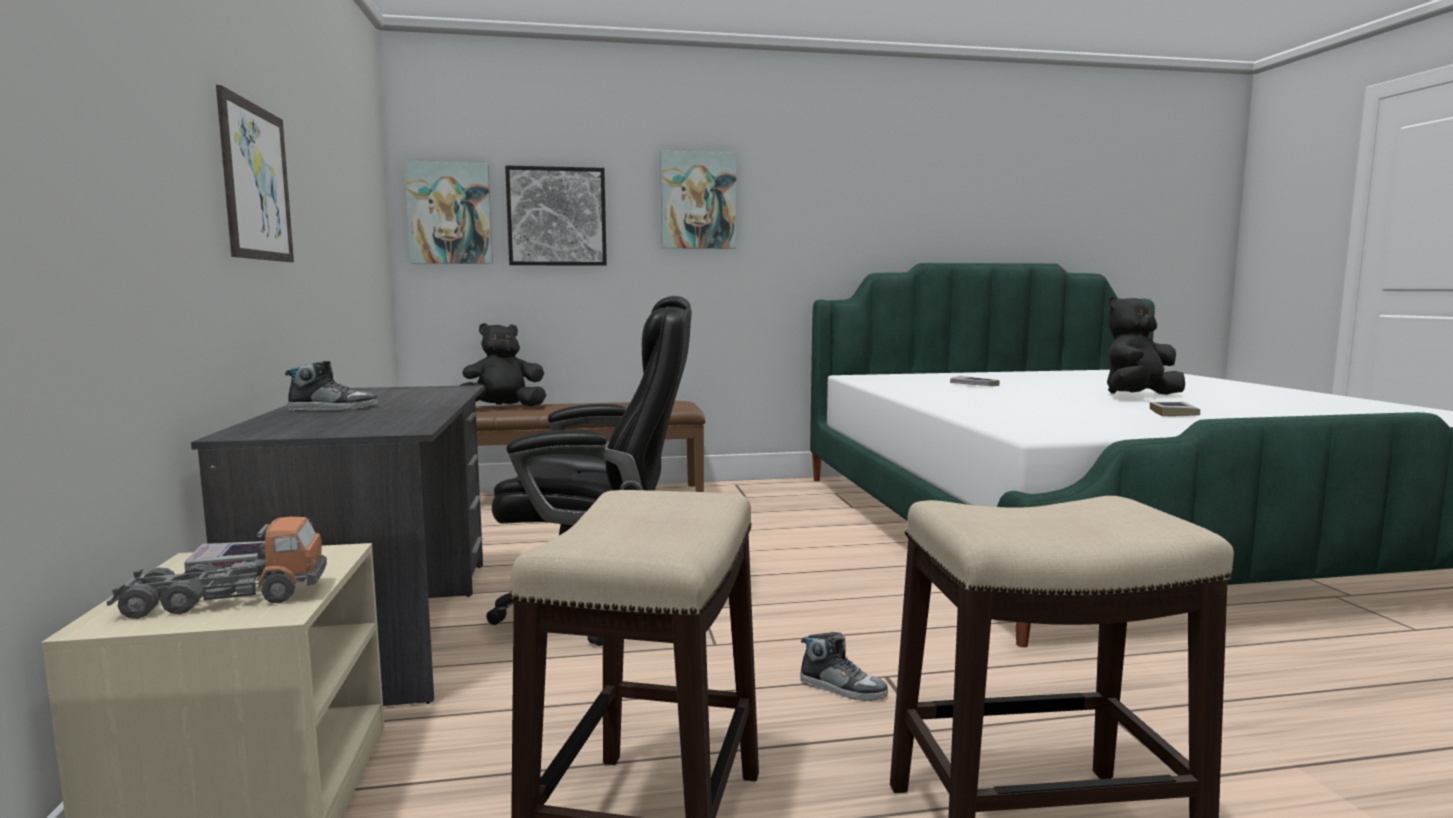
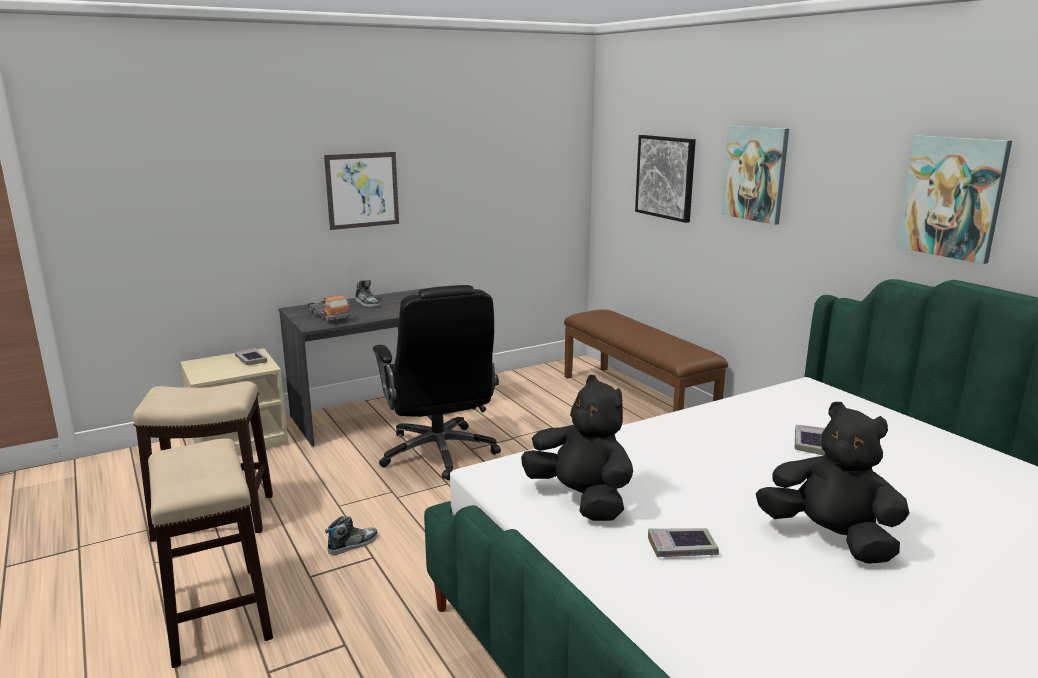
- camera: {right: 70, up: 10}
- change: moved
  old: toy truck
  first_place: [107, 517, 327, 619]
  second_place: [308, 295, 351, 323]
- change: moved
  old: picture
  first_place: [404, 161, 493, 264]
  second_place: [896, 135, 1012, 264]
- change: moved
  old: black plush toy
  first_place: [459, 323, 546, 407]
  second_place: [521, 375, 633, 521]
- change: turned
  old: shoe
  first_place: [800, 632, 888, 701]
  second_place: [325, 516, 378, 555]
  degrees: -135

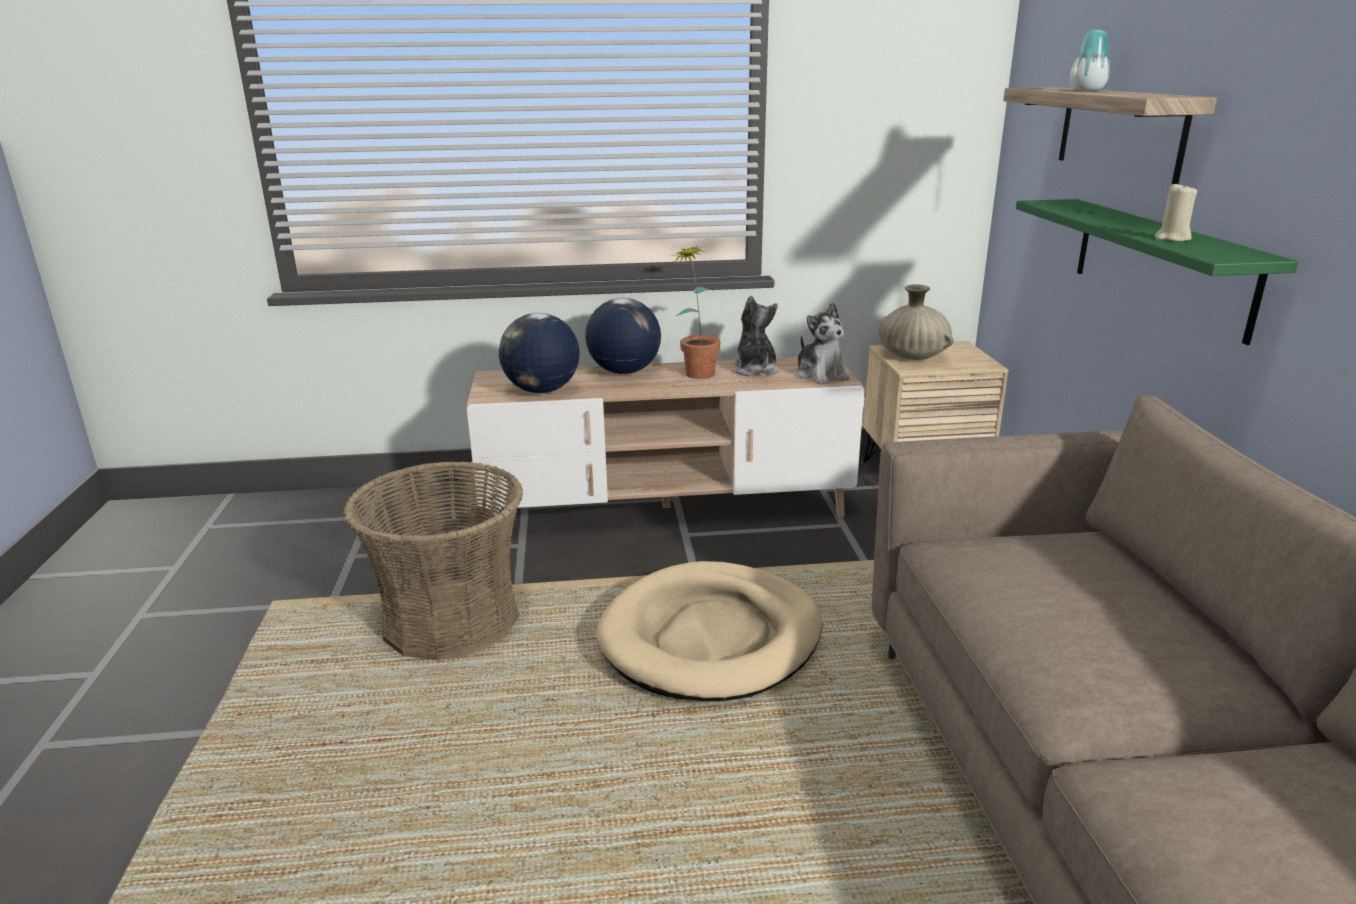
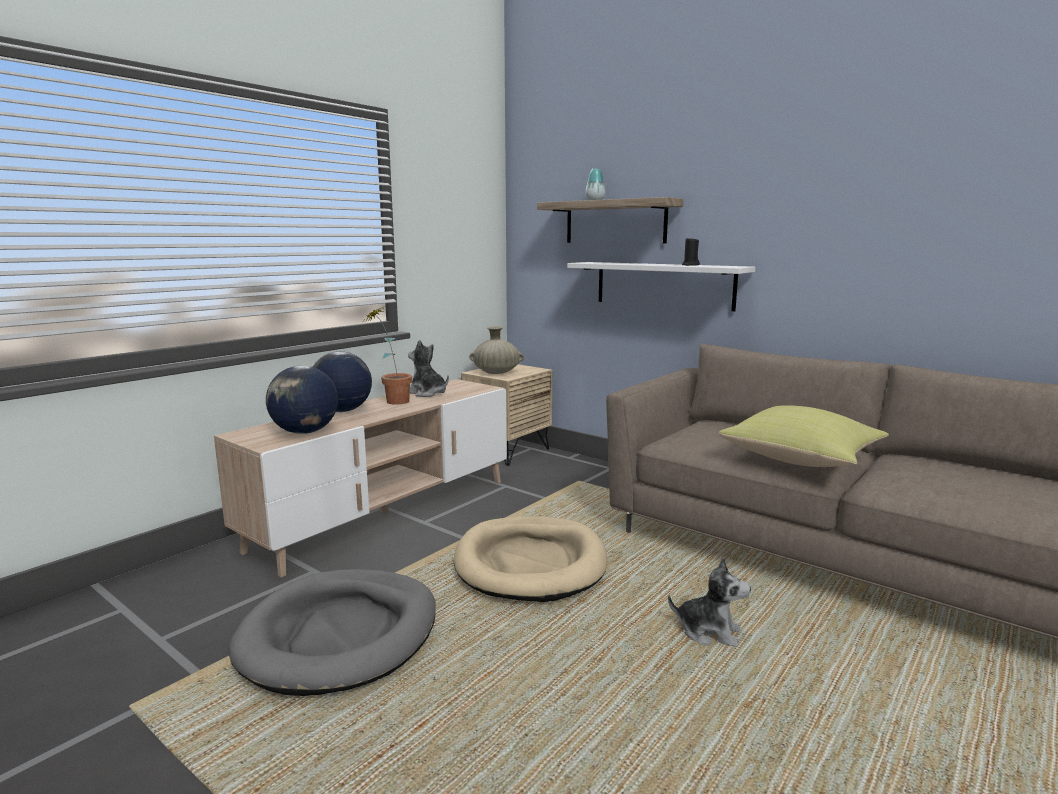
- camera: {right: -45, up: -10}
- change: replaced
  old: basket
  new: grey dog bed
  first_place: [343, 461, 523, 661]
  second_place: [228, 569, 436, 696]
- change: moved
  old: plush toy
  first_place: [796, 302, 849, 385]
  second_place: [668, 557, 751, 647]
- change: recoloured
  old: green shelf
  new: white shelf
  first_place: [1016, 199, 1298, 345]
  second_place: [567, 262, 755, 311]
- change: recoloured
  old: beige candle
  new: black candle
  first_place: [1155, 182, 1197, 241]
  second_place: [682, 237, 700, 266]
- change: added
  new: yellow pillow
  second_place: [718, 405, 889, 467]

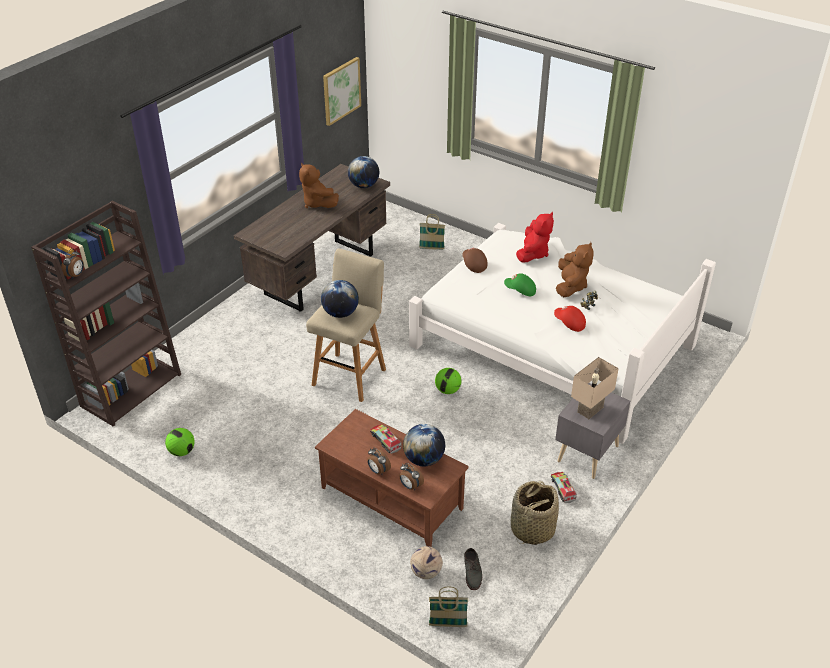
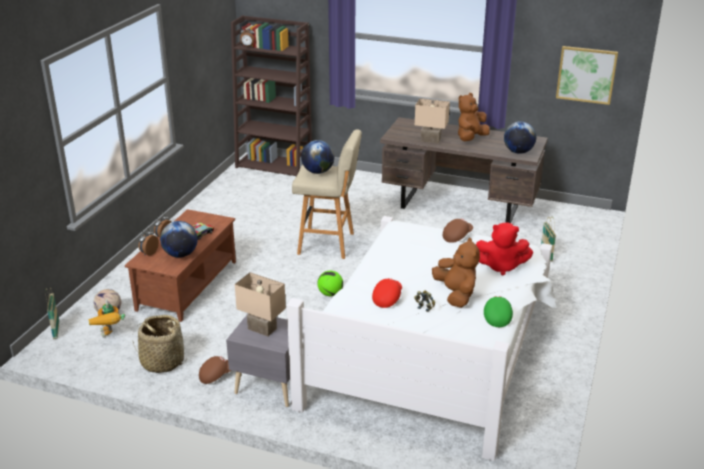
- camera: {right: 75, up: -10}
- change: removed
  old: football
  first_place: [165, 428, 195, 456]
- change: replaced
  old: grey shoe
  new: toy robot
  first_place: [464, 548, 482, 590]
  second_place: [89, 299, 125, 338]
- change: moved
  old: green cap
  first_place: [504, 273, 536, 296]
  second_place: [484, 296, 513, 327]
- change: replaced
  old: toy truck
  new: brown cap
  first_place: [551, 472, 577, 503]
  second_place: [199, 356, 232, 384]
- change: turned
  old: brown plush toy
  first_place: [556, 242, 594, 297]
  second_place: [432, 237, 480, 308]
  degrees: -105
- change: added
  new: beige table lamp
  second_place: [415, 98, 450, 144]

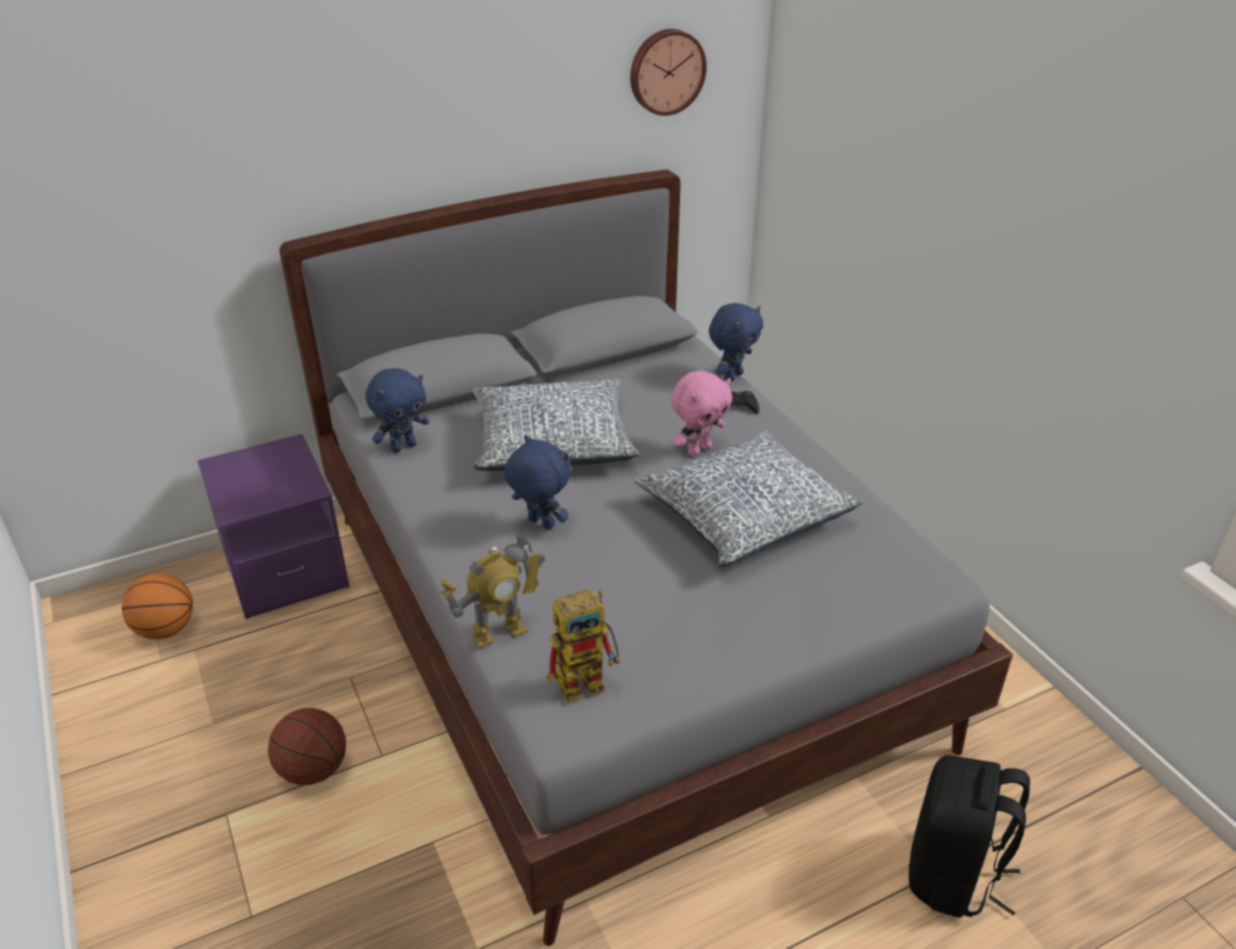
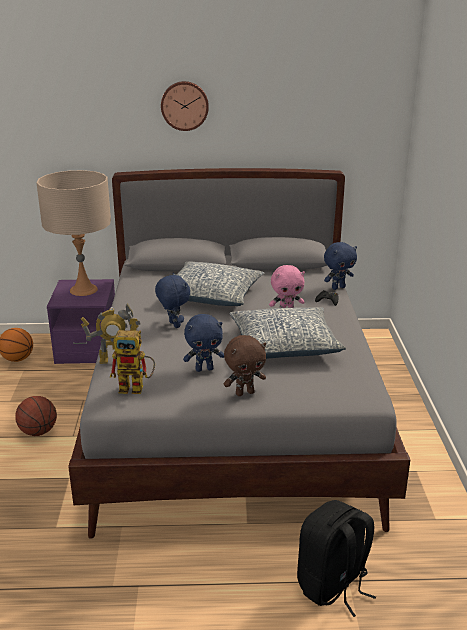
- camera: {right: 25, up: -10}
- change: moved
  old: blue plush toy
  first_place: [365, 368, 429, 453]
  second_place: [183, 314, 224, 372]
- change: moved
  old: wall clock
  first_place: [630, 29, 707, 116]
  second_place: [161, 81, 209, 131]
- change: added
  new: beige table lamp
  second_place: [36, 170, 111, 296]
- change: added
  new: brown plush toy
  second_place: [224, 335, 266, 396]

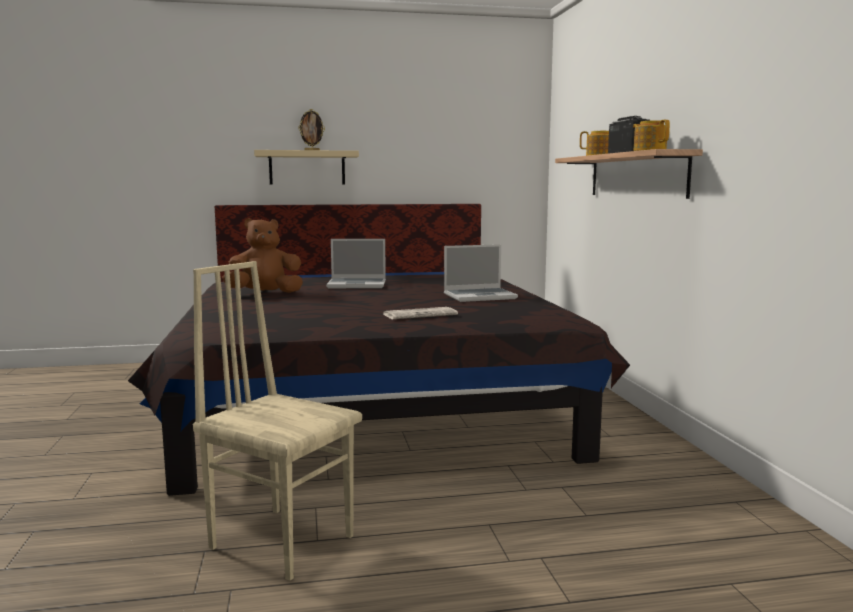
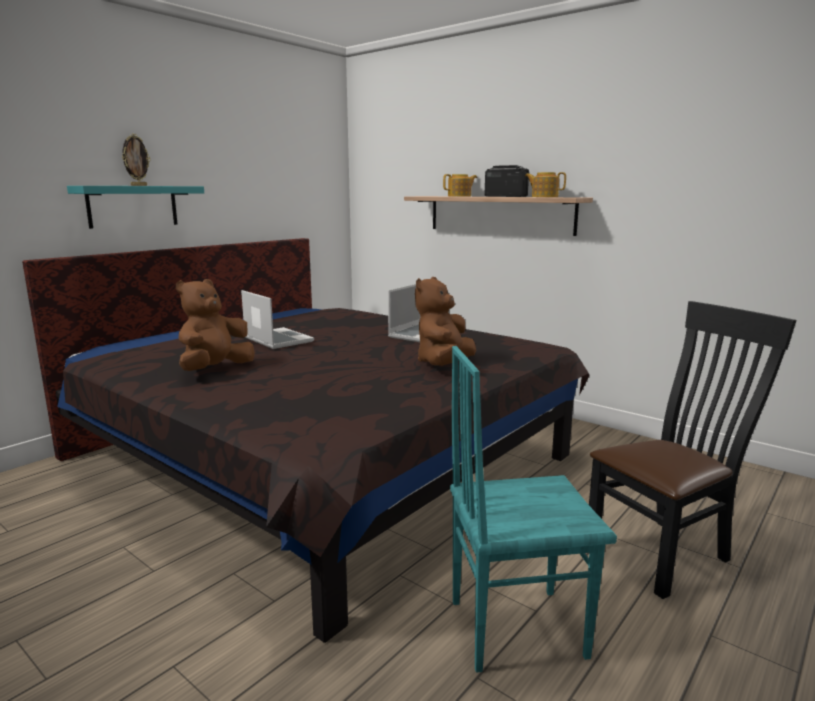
- camera: {right: -40, up: 5}
- change: recoloured
  old: beige chair
  new: turquoise chair
  first_place: [193, 261, 362, 581]
  second_place: [450, 346, 617, 673]
- change: recoloured
  old: beige shelf
  new: turquoise shelf
  first_place: [254, 150, 359, 185]
  second_place: [67, 186, 204, 229]
- change: turned
  old: laptop
  first_place: [326, 239, 386, 288]
  second_place: [241, 290, 314, 349]
  degrees: -90
- change: replaced
  old: newspaper
  new: brown plush toy
  first_place: [383, 307, 458, 319]
  second_place: [415, 277, 476, 366]
- change: added
  new: black chair
  second_place: [589, 301, 797, 599]

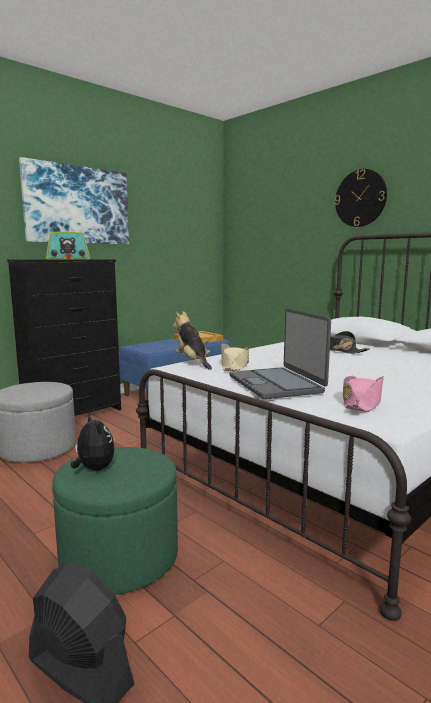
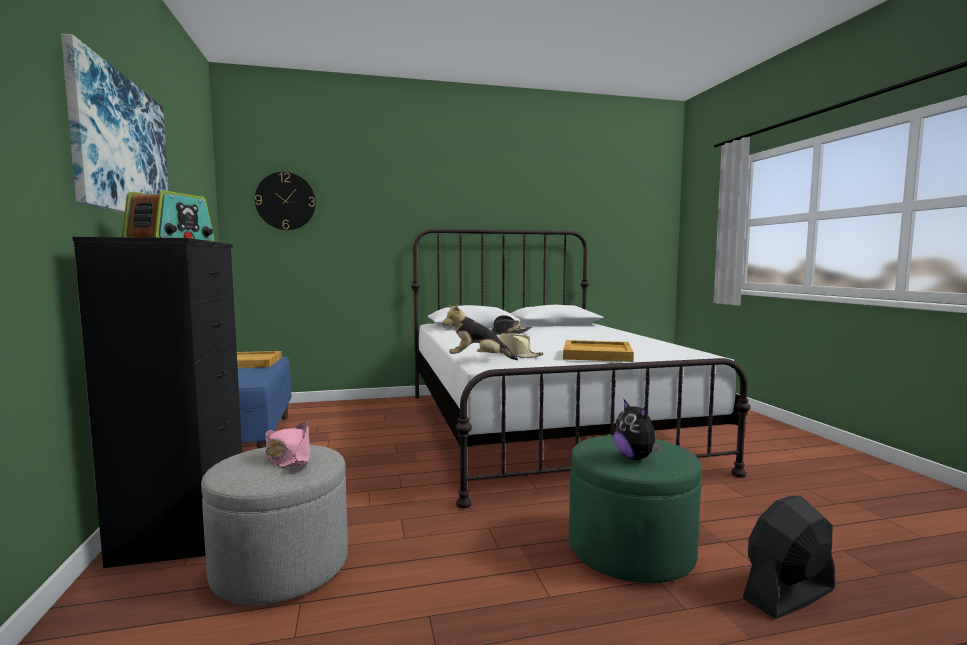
- camera: {right: -60, up: -5}
- change: turned
  old: plush toy
  first_place: [71, 413, 115, 470]
  second_place: [613, 399, 663, 460]
  degrees: -105
- change: replaced
  old: laptop
  new: beige tray
  first_place: [230, 308, 331, 399]
  second_place: [563, 340, 634, 362]
- change: moved
  old: wall clock
  first_place: [335, 169, 387, 227]
  second_place: [255, 172, 316, 230]
- change: moved
  old: pink hat
  first_place: [343, 376, 384, 412]
  second_place: [265, 421, 310, 468]

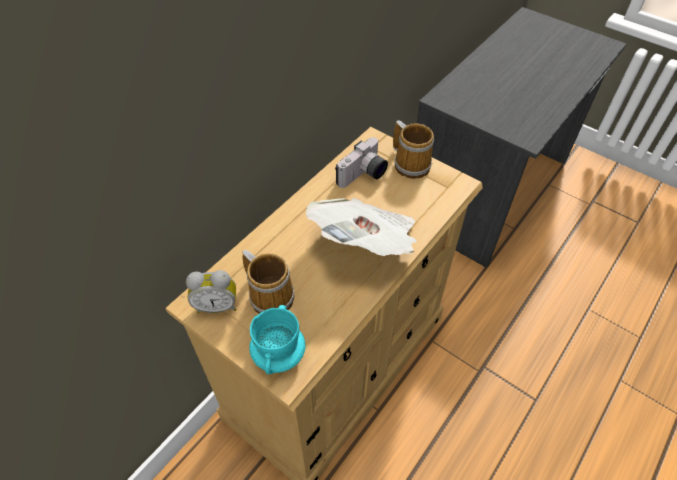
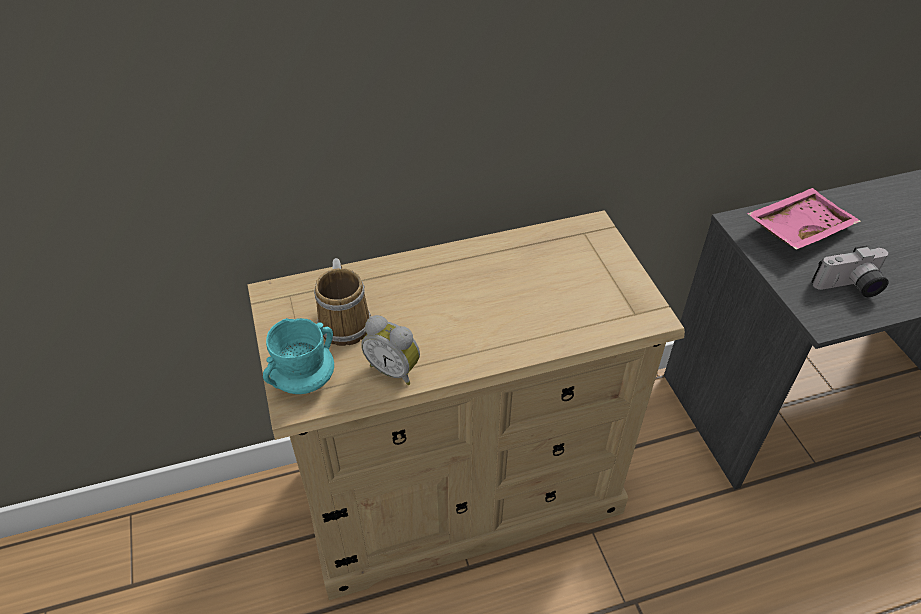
- camera: {right: 35, up: -5}
- change: moved
  old: alarm clock
  first_place: [186, 270, 236, 313]
  second_place: [361, 315, 420, 385]
- change: removed
  old: newspaper
  first_place: [306, 198, 417, 256]
- change: moved
  old: photo camera
  first_place: [335, 137, 388, 188]
  second_place: [811, 245, 889, 297]
- change: removed
  old: mug
  first_place: [393, 120, 434, 179]
- change: added
  new: pink tray
  second_place: [747, 188, 861, 250]

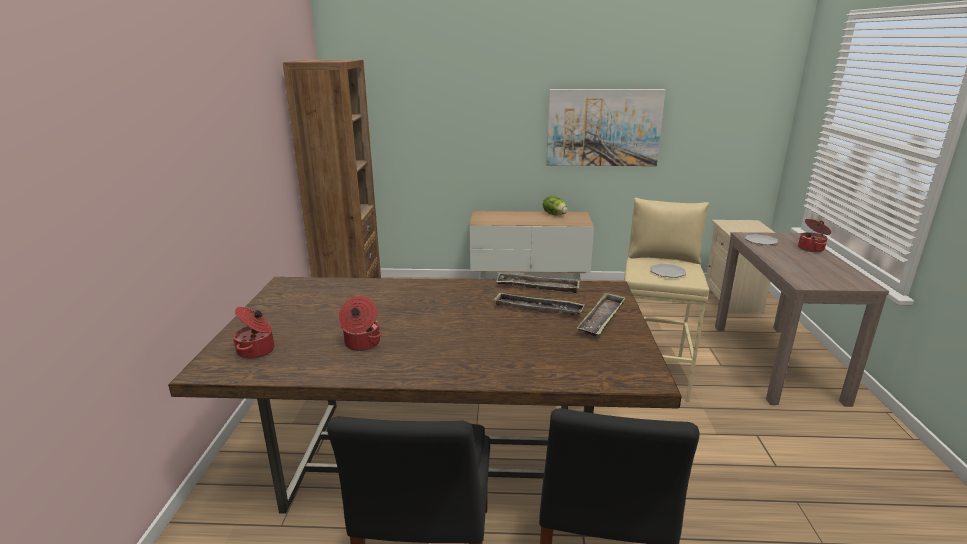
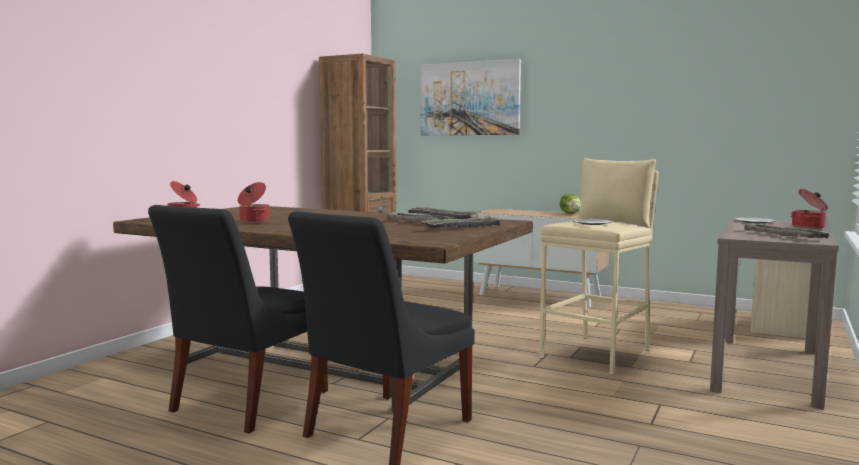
- camera: {right: 25, up: -15}
- change: moved
  old: picture
  first_place: [546, 89, 666, 166]
  second_place: [421, 59, 521, 135]
- change: added
  new: tray
  second_place: [741, 223, 833, 238]

